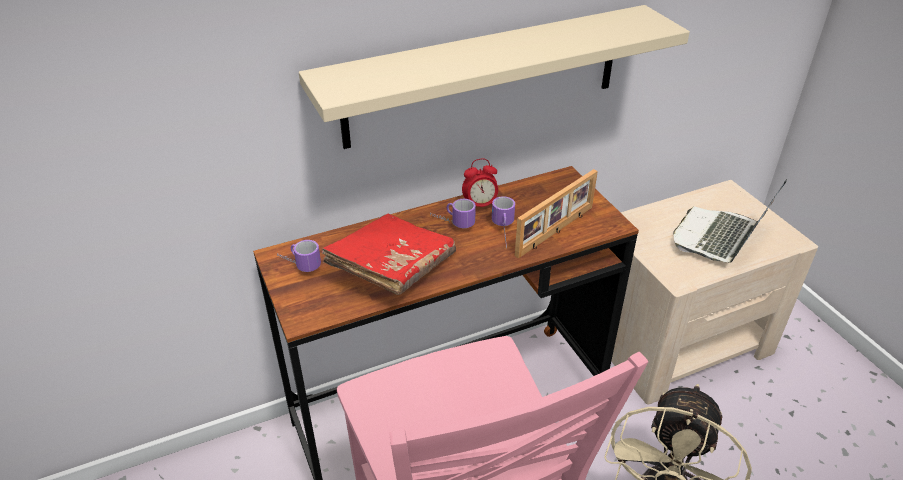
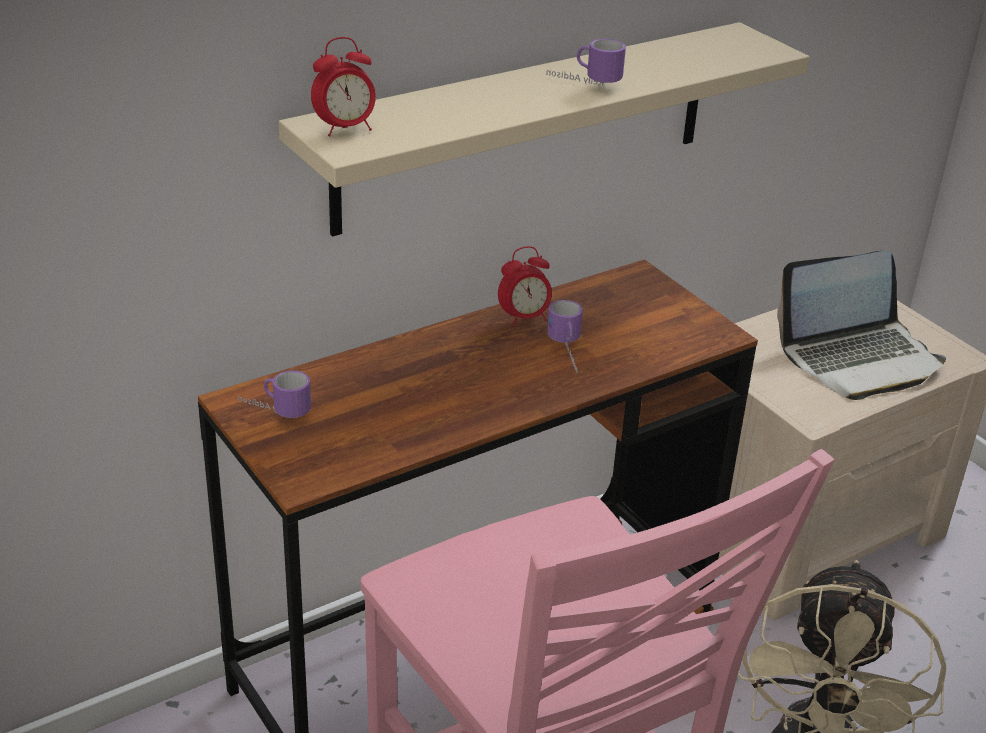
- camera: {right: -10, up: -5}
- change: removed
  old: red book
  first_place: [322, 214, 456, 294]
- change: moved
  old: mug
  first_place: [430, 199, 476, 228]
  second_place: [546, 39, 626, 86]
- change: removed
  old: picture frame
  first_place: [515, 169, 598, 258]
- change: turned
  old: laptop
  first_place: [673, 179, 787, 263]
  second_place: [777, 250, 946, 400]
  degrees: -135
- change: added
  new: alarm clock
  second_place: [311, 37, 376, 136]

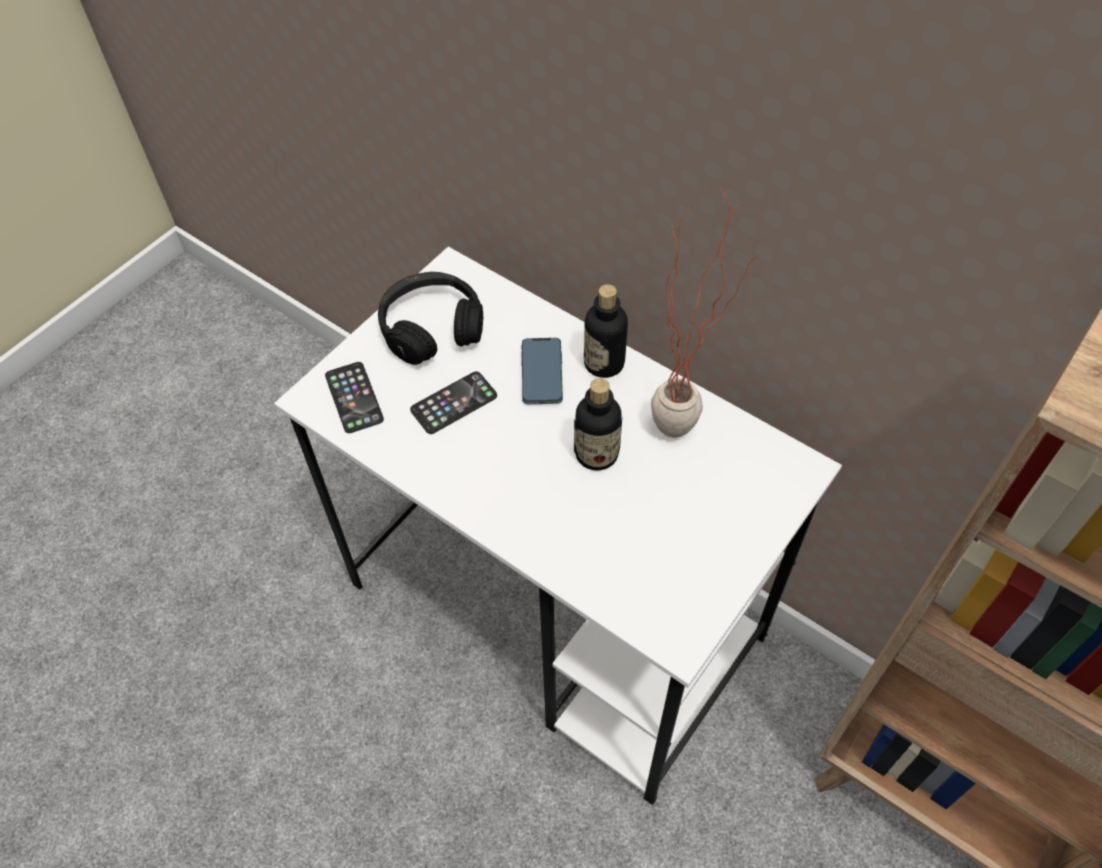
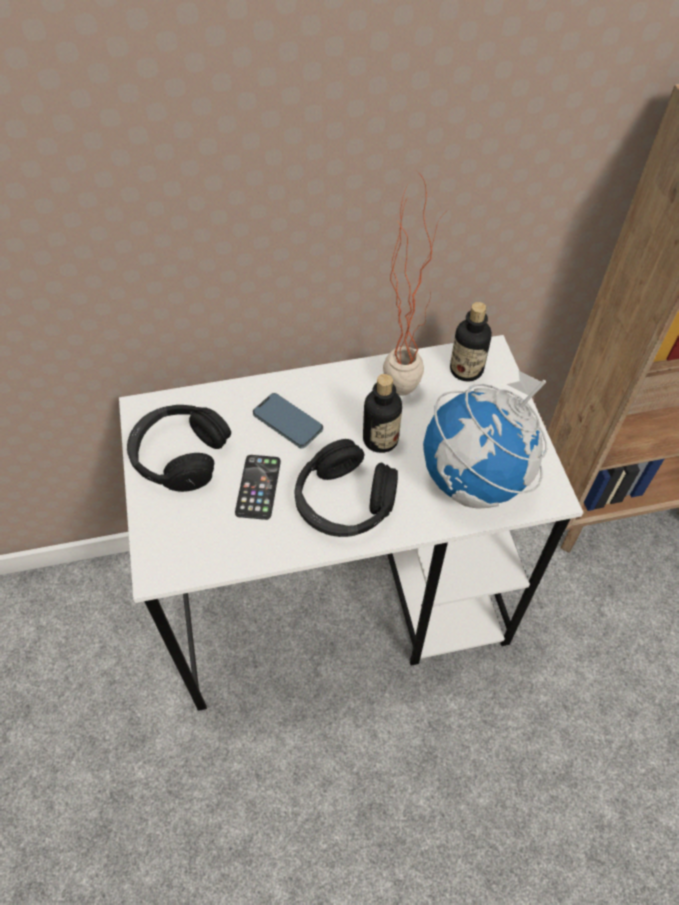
- camera: {right: -50, up: 0}
- change: removed
  old: phone
  first_place: [325, 362, 384, 433]
- change: moved
  old: bottle
  first_place: [584, 284, 628, 378]
  second_place: [450, 302, 492, 382]
- change: added
  new: black headphones
  second_place: [295, 439, 398, 537]
- change: added
  new: globe
  second_place: [423, 371, 547, 509]

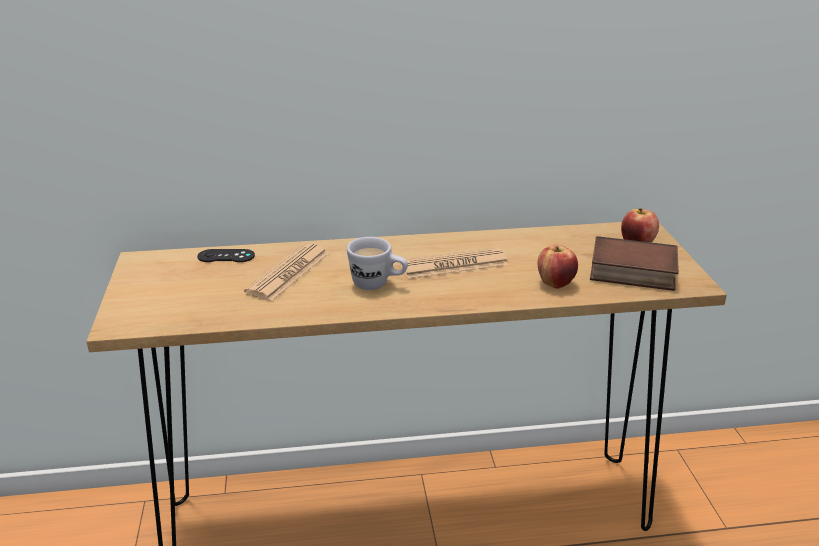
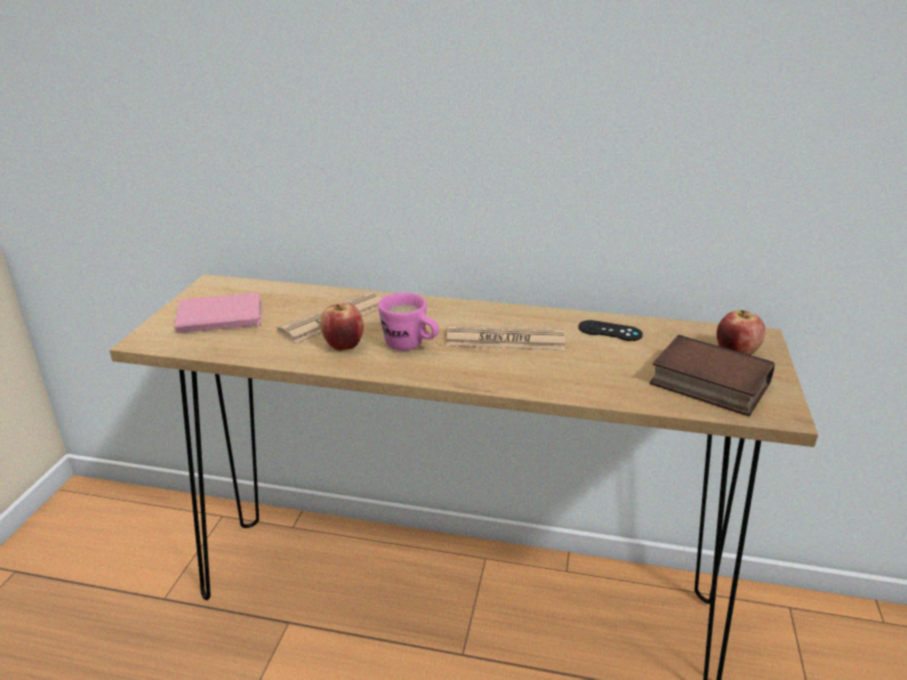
- camera: {right: 20, up: 0}
- change: moved
  old: black game controller
  first_place: [197, 249, 255, 262]
  second_place: [578, 320, 643, 341]
- change: recoloured
  old: white mug
  new: pink mug
  first_place: [347, 237, 408, 290]
  second_place: [378, 293, 439, 351]
- change: moved
  old: apple
  first_place: [538, 245, 578, 289]
  second_place: [320, 303, 364, 351]
- change: added
  new: pink book
  second_place: [175, 292, 263, 333]

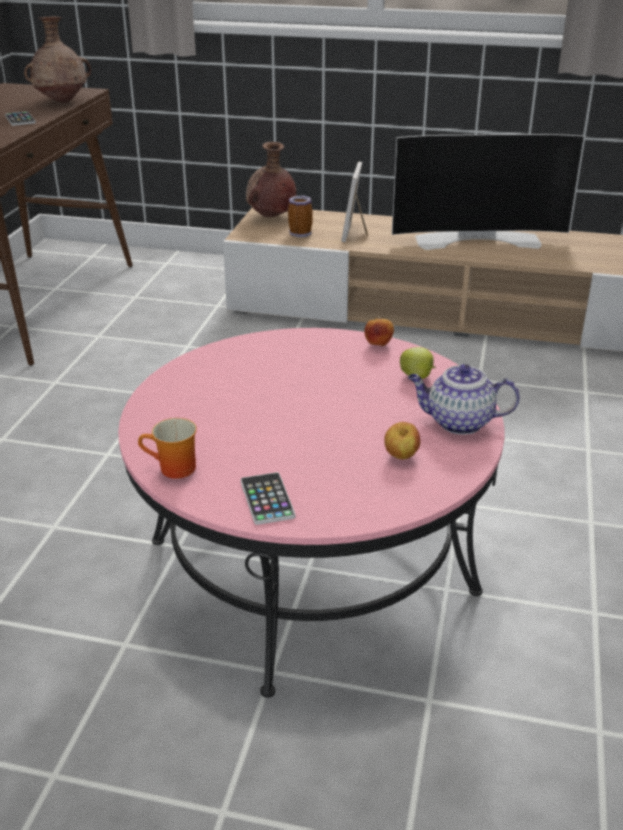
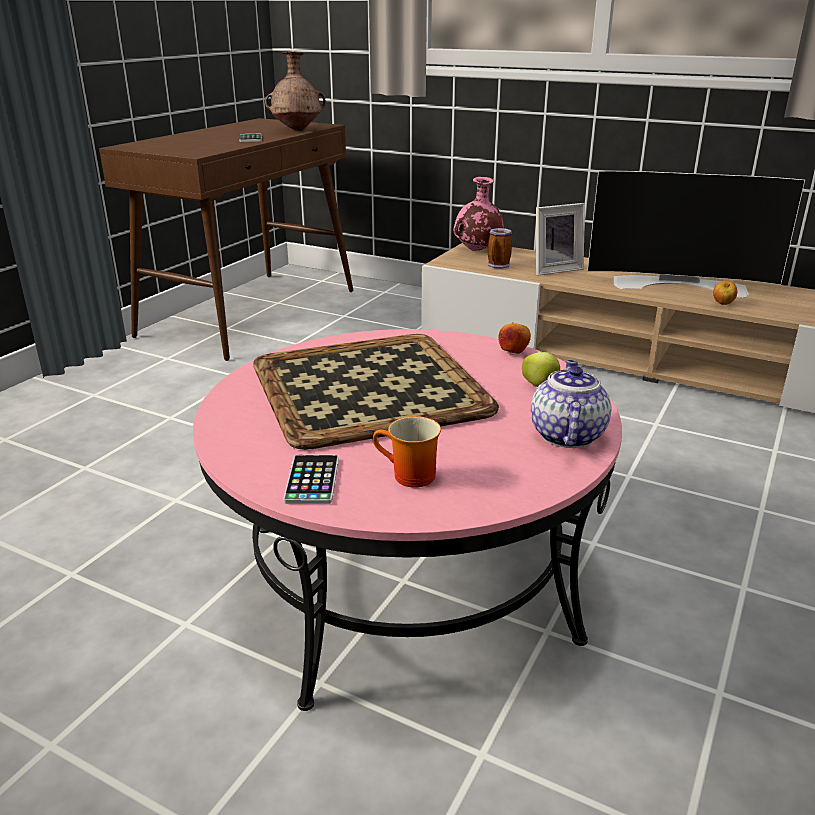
- camera: {right: 15, up: -5}
- change: moved
  old: mug
  first_place: [138, 418, 197, 479]
  second_place: [373, 416, 441, 488]
- change: recoloured
  old: brown vase
  new: pink vase
  first_place: [246, 142, 296, 217]
  second_place: [453, 177, 504, 251]
- change: turned
  old: picture frame
  first_place: [341, 162, 368, 243]
  second_place: [536, 203, 585, 275]
  degrees: -135
- change: moved
  old: apple
  first_place: [384, 422, 420, 459]
  second_place: [713, 281, 737, 305]
- change: turned
  old: teapot
  first_place: [408, 364, 520, 435]
  second_place: [531, 360, 611, 448]
  degrees: 75
- change: added
  new: tray
  second_place: [253, 334, 499, 450]

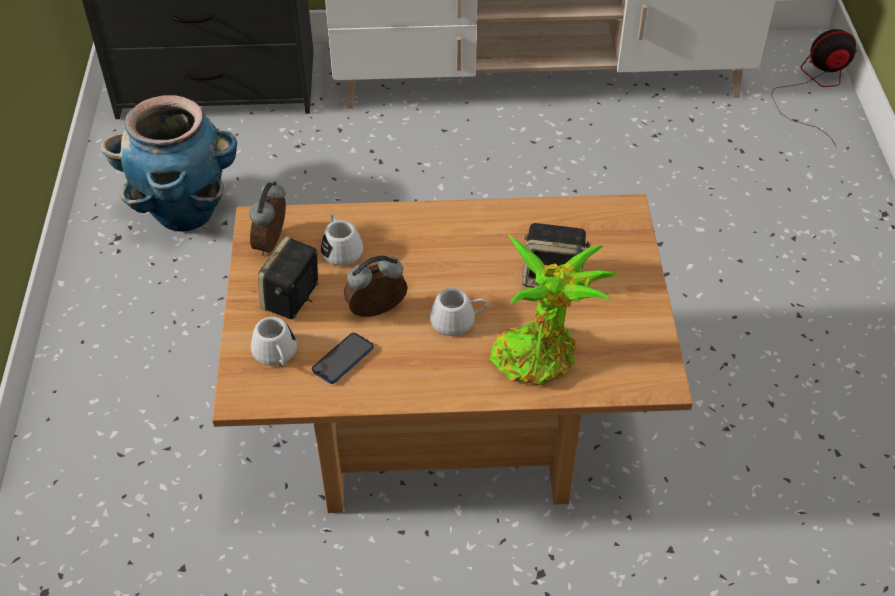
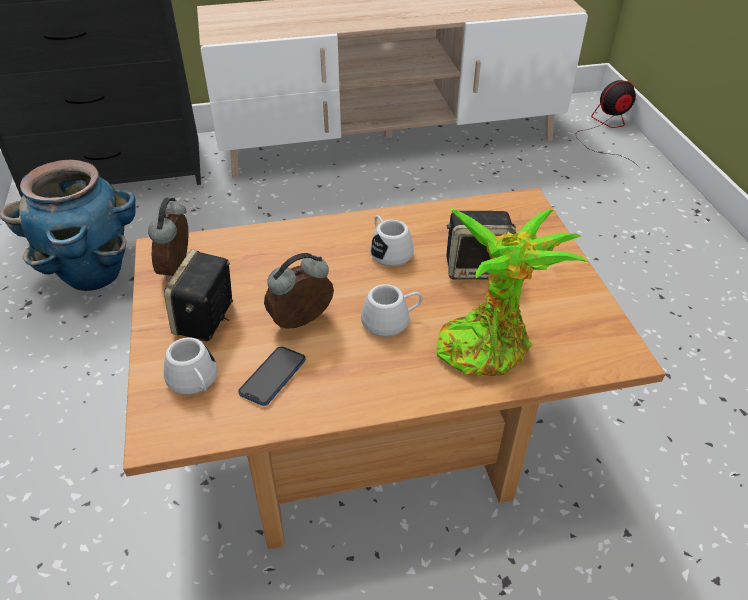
- camera: {right: -10, up: -5}
- change: moved
  old: white mug
  first_place: [321, 213, 363, 266]
  second_place: [370, 215, 414, 266]

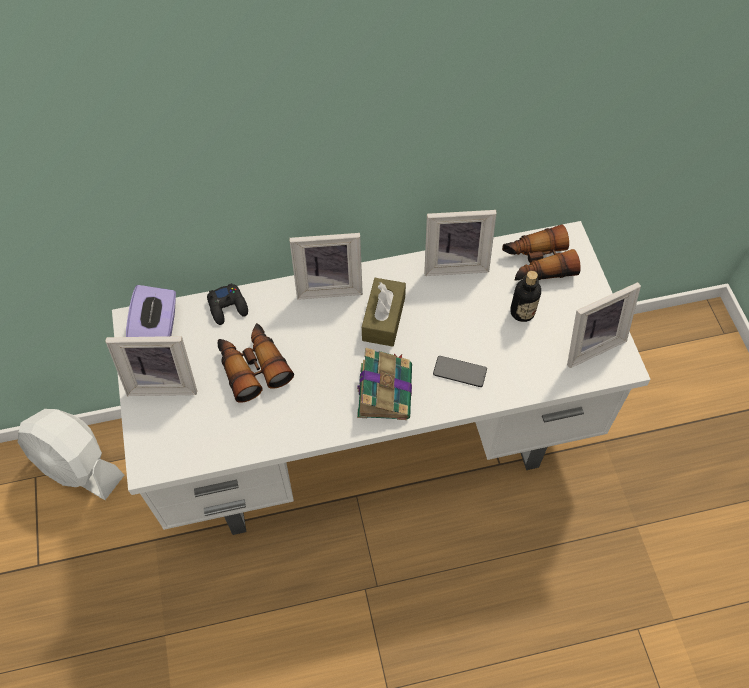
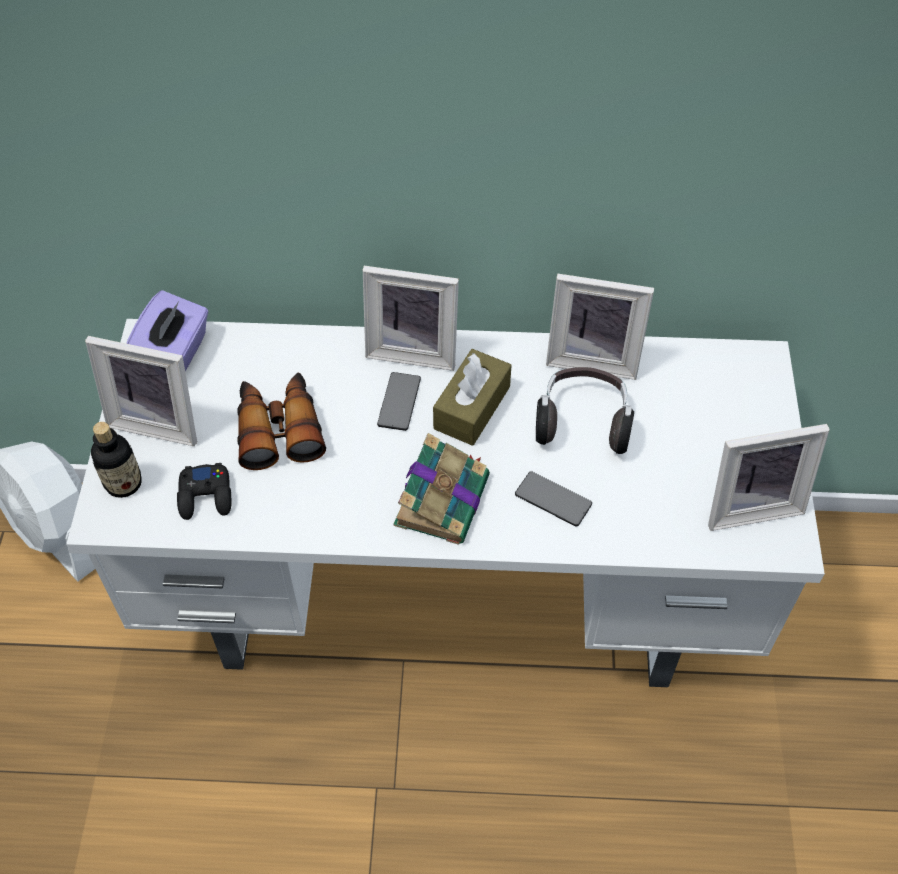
- camera: {right: 15, up: -5}
- change: moved
  old: black game controller
  first_place: [207, 283, 248, 325]
  second_place: [177, 463, 232, 520]
- change: removed
  old: binoculars
  first_place: [502, 224, 581, 281]
- change: moved
  old: bottle
  first_place: [510, 271, 541, 322]
  second_place: [91, 422, 142, 498]
- change: added
  new: phone
  second_place: [377, 372, 421, 431]
- change: added
  new: headphones
  second_place: [536, 367, 634, 454]

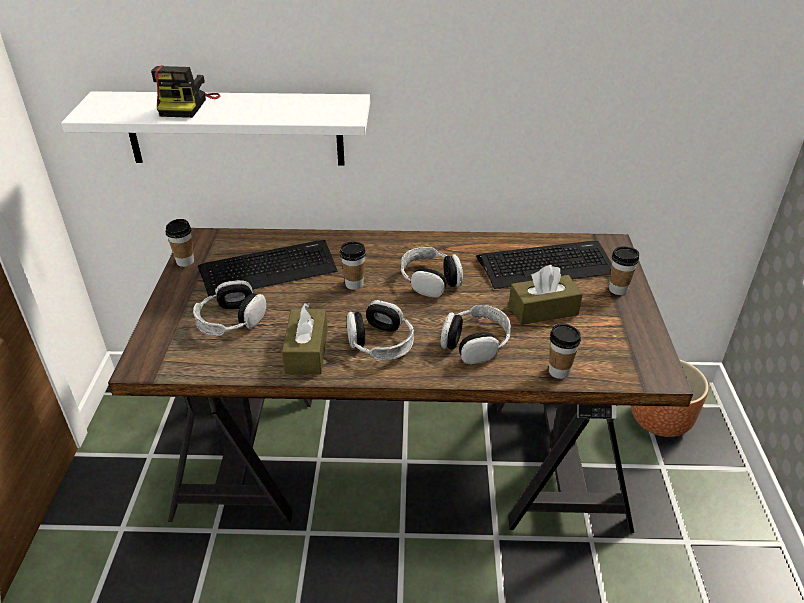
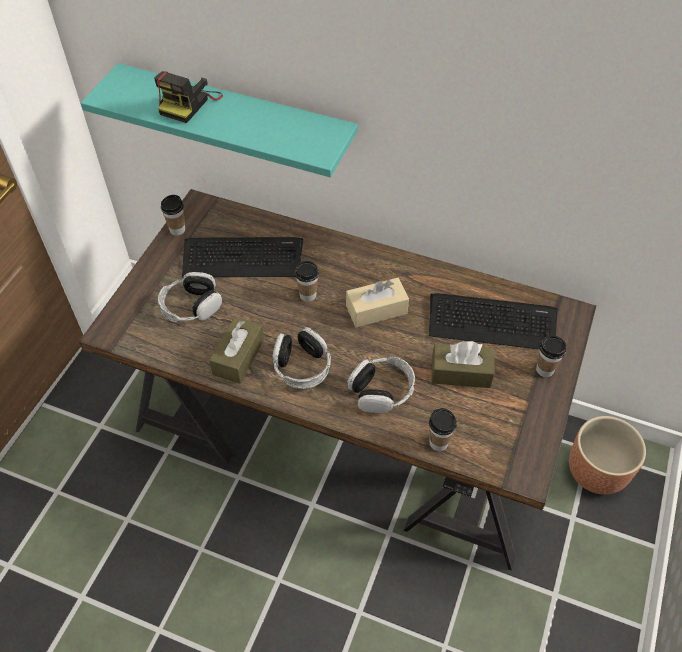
- camera: {right: 20, up: 15}
- change: recoloured
  old: white shelf
  new: turquoise shelf
  first_place: [61, 91, 370, 166]
  second_place: [81, 63, 358, 177]
- change: replaced
  old: headphones
  new: beige tissue box
  first_place: [401, 247, 463, 298]
  second_place: [346, 278, 409, 327]

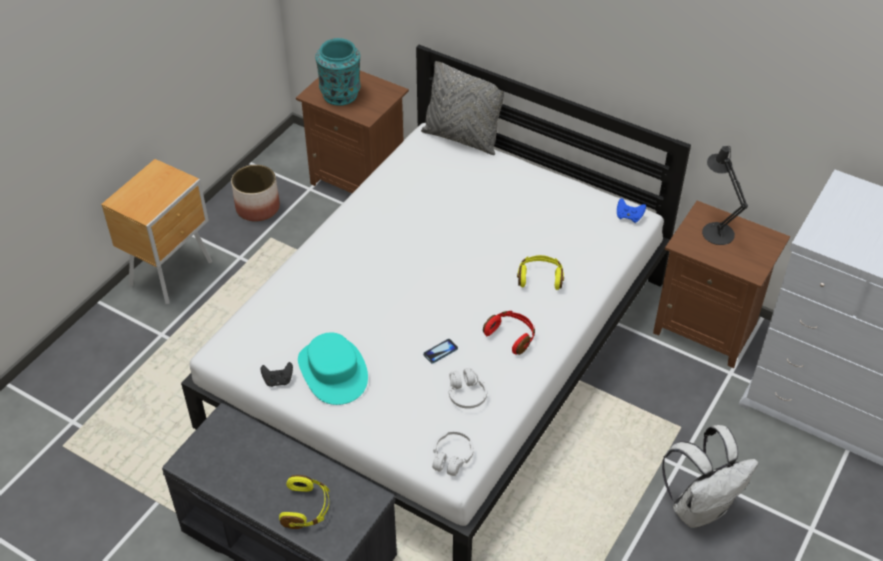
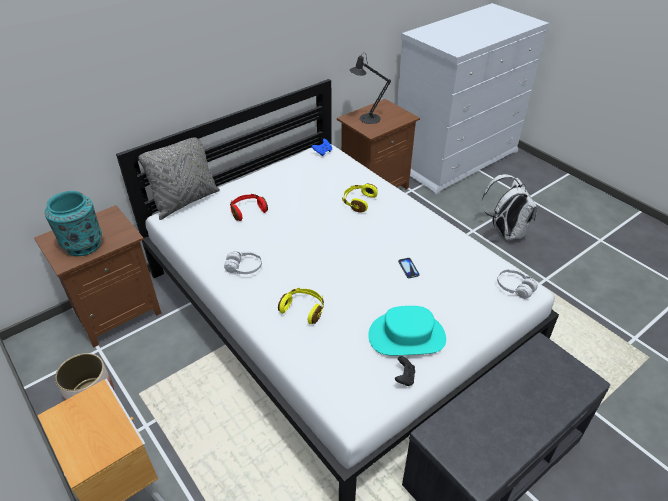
- camera: {right: -70, up: -5}
- change: moved
  old: yellow headphones
  first_place: [279, 475, 329, 529]
  second_place: [278, 288, 324, 324]
- change: moved
  old: white headphones
  first_place: [449, 368, 487, 409]
  second_place: [224, 251, 262, 274]
- change: moved
  old: red headphones
  first_place: [483, 311, 535, 355]
  second_place: [230, 194, 268, 221]

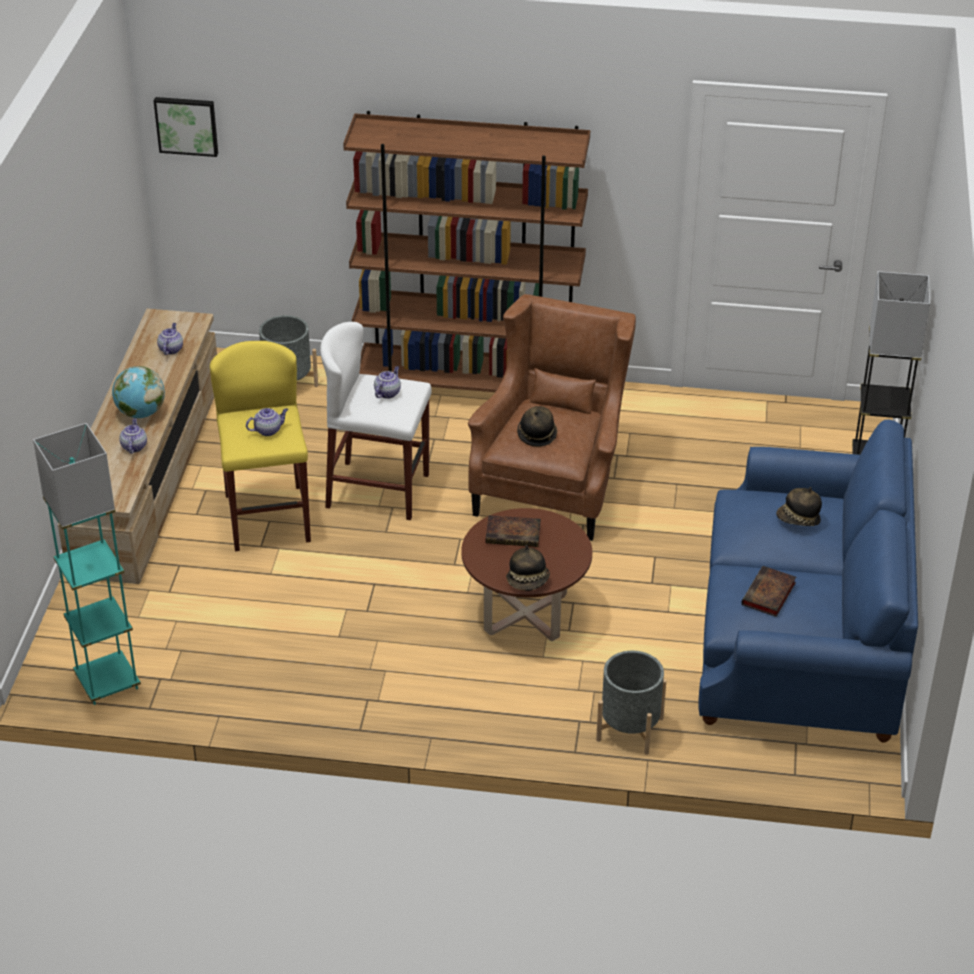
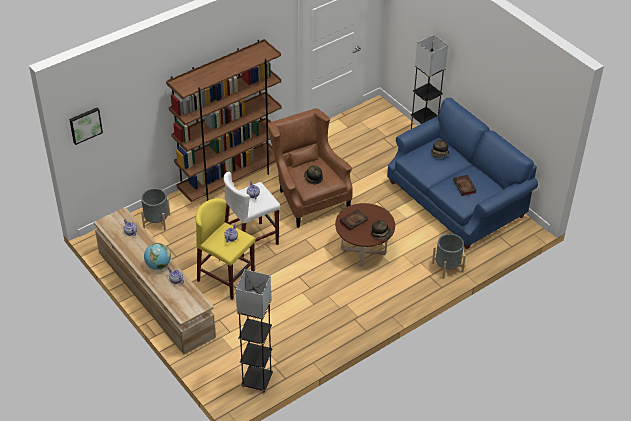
- camera: {right: -45, up: 5}
- change: recoloured
  old: turquoise floor lamp
  new: black floor lamp
  first_place: [33, 423, 141, 705]
  second_place: [236, 269, 273, 392]

